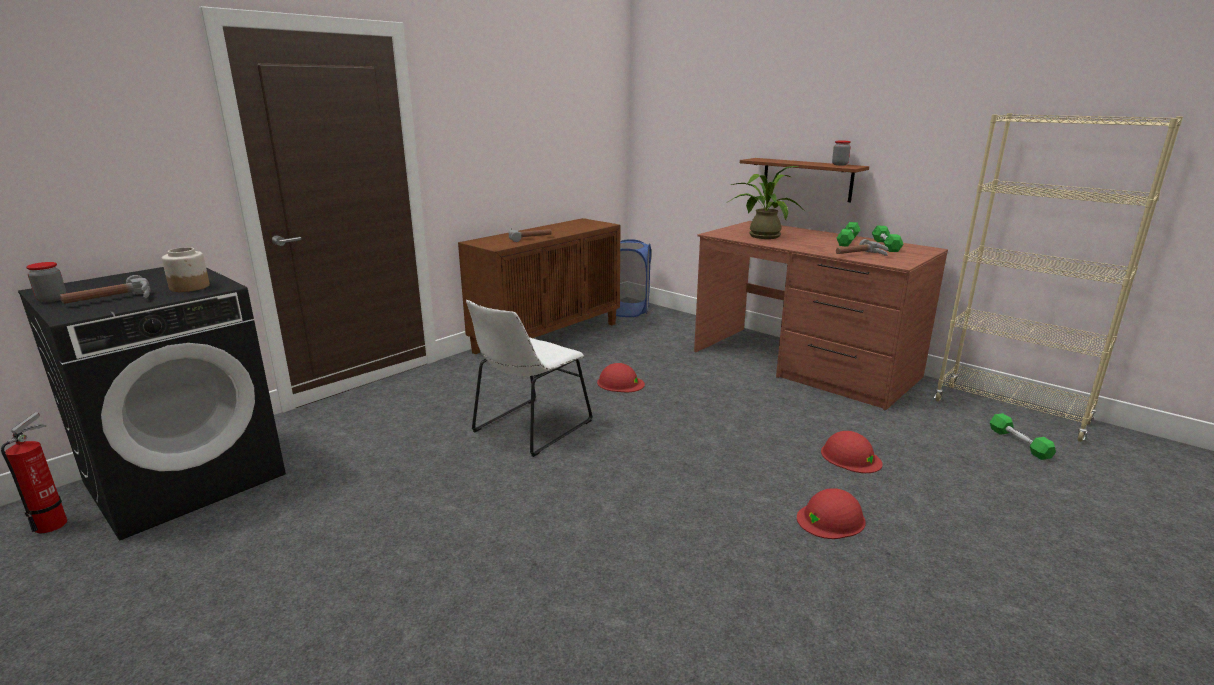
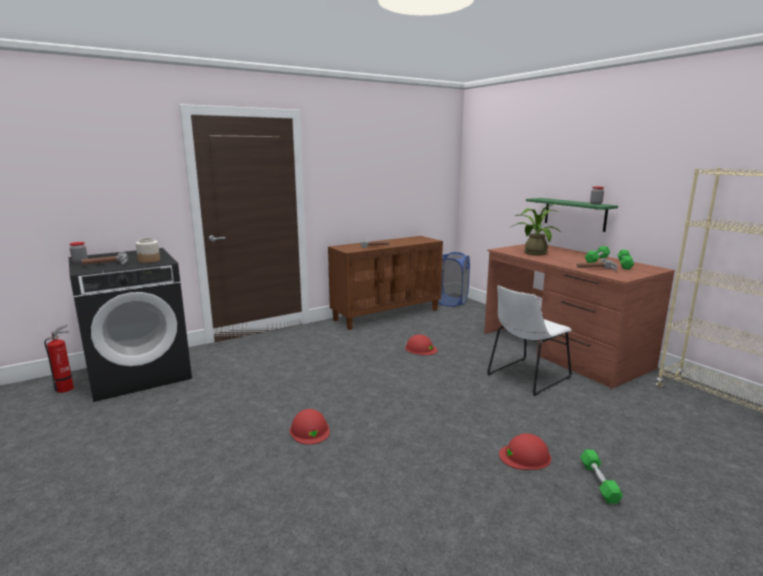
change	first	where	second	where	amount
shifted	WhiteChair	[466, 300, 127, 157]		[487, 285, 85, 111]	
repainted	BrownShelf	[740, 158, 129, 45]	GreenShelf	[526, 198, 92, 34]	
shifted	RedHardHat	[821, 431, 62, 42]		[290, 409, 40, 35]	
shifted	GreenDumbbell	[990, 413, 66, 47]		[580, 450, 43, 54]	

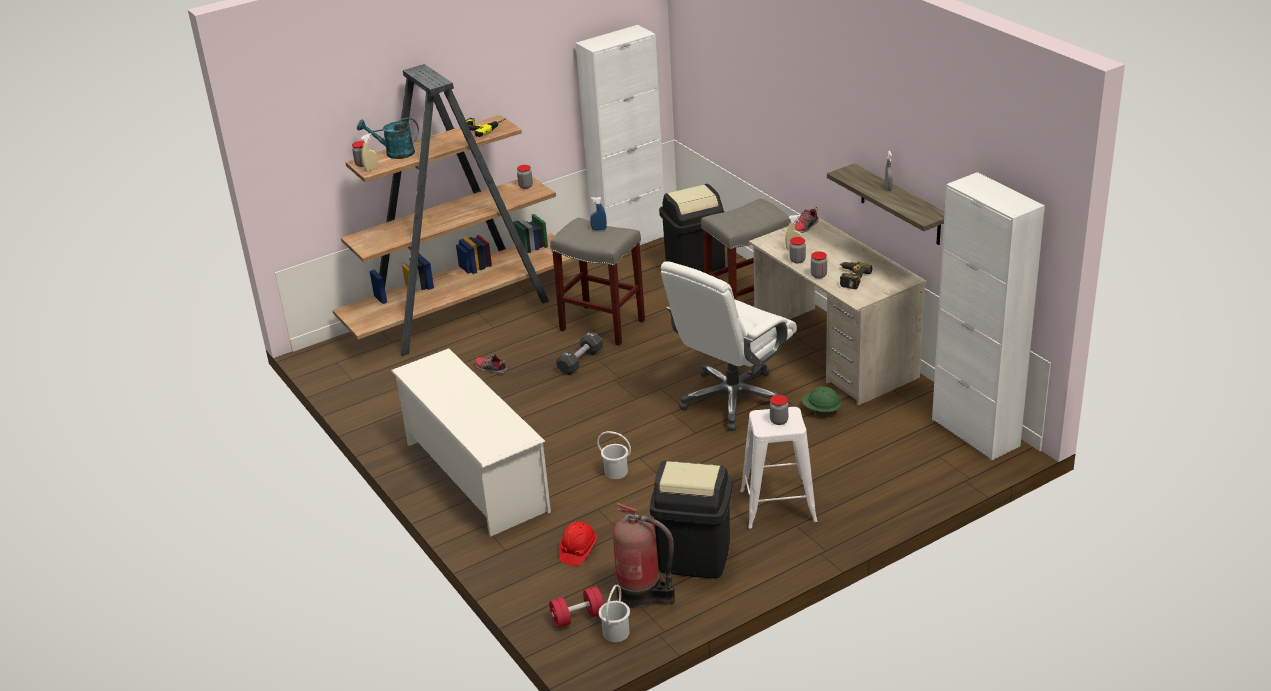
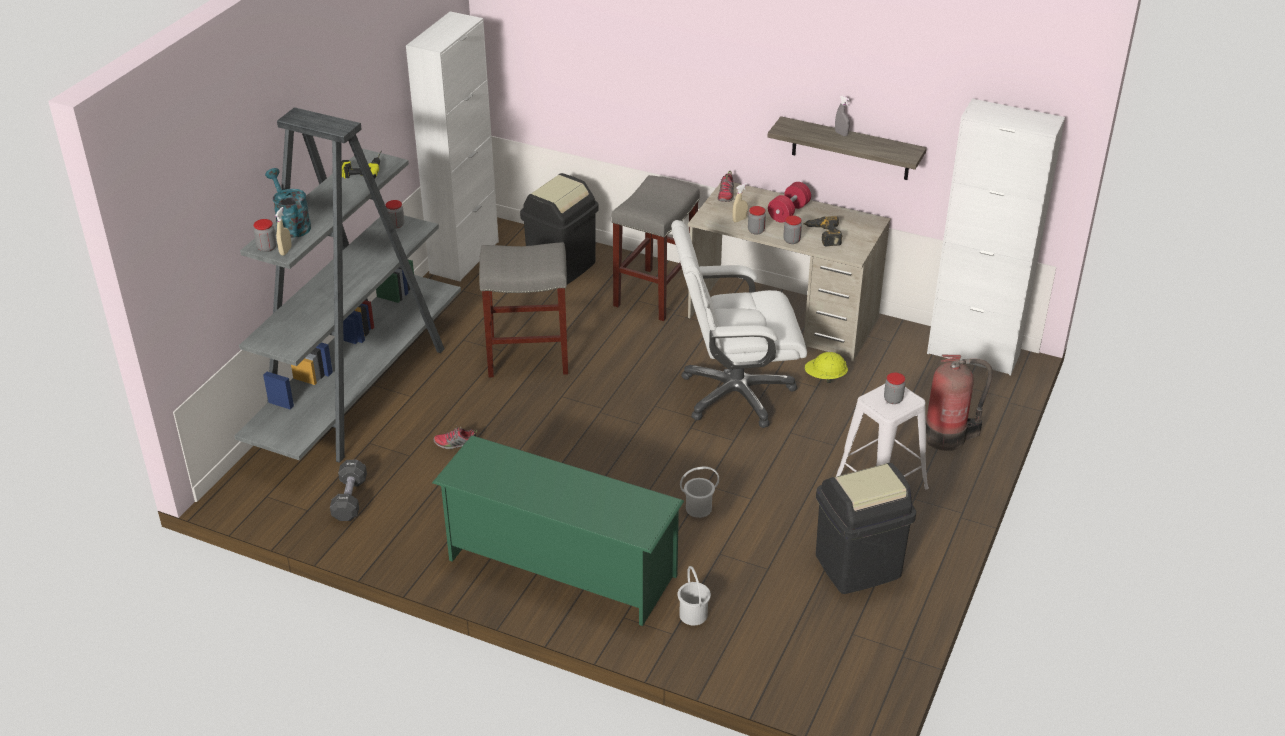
change	first	where	second	where	amount
repainted	BrownBookcase	[332, 64, 243, 292]	GreyBookcase	[234, 107, 227, 356]	
rotated	TurquoiseWateringCan	[357, 117, 62, 42]		[265, 168, 46, 70]	90 degrees clockwise
repainted	WhiteShoeRack	[391, 348, 160, 189]	GreenShoeRack	[432, 435, 252, 191]	
shifted	RedDumbbell	[549, 586, 55, 42]		[768, 182, 43, 41]	
shifted	BlackDumbbell	[556, 331, 47, 44]		[330, 460, 37, 61]	
gone	RedHardHat	[559, 521, 38, 45]			
gone	BlueSprayBottle	[590, 197, 17, 33]			
shifted	WhiteBucket	[599, 585, 31, 57]		[678, 566, 33, 59]	
shifted	FireExtinguisher	[613, 503, 62, 105]		[926, 355, 67, 96]	
rotated	WhiteOfficeChair	[661, 261, 136, 170]		[671, 220, 136, 208]	75 degrees clockwise
repainted	GreenHardHat	[802, 386, 40, 29]	YellowHardHat	[805, 352, 43, 31]	

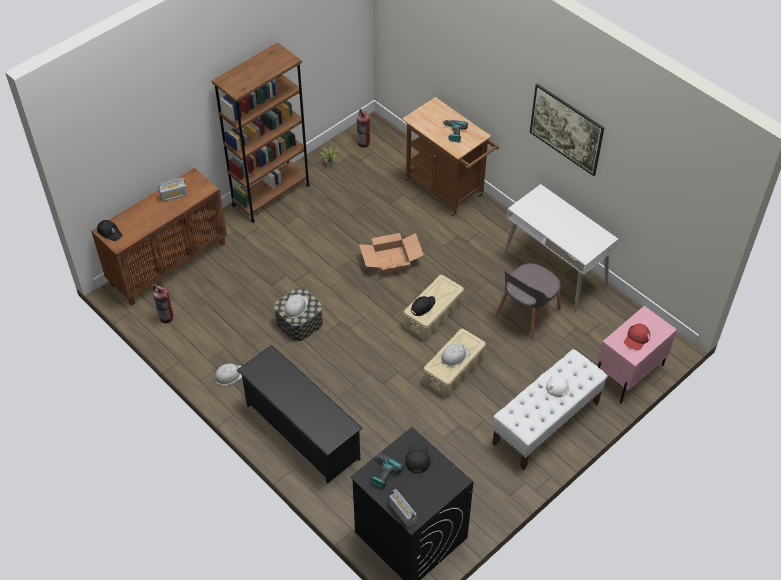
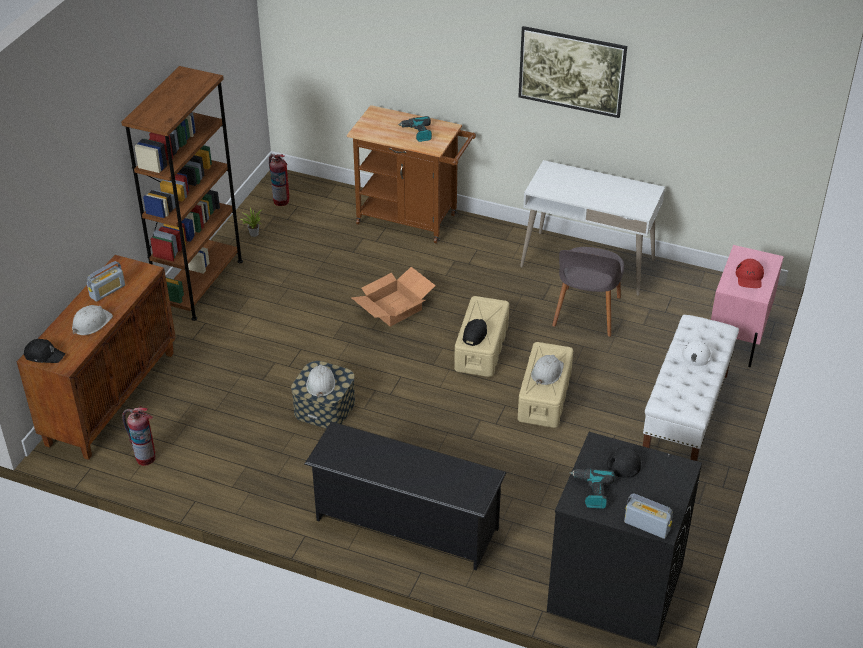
change	first	where	second	where	amount
shifted	WhiteHardHat	[213, 364, 29, 21]		[72, 305, 41, 30]	

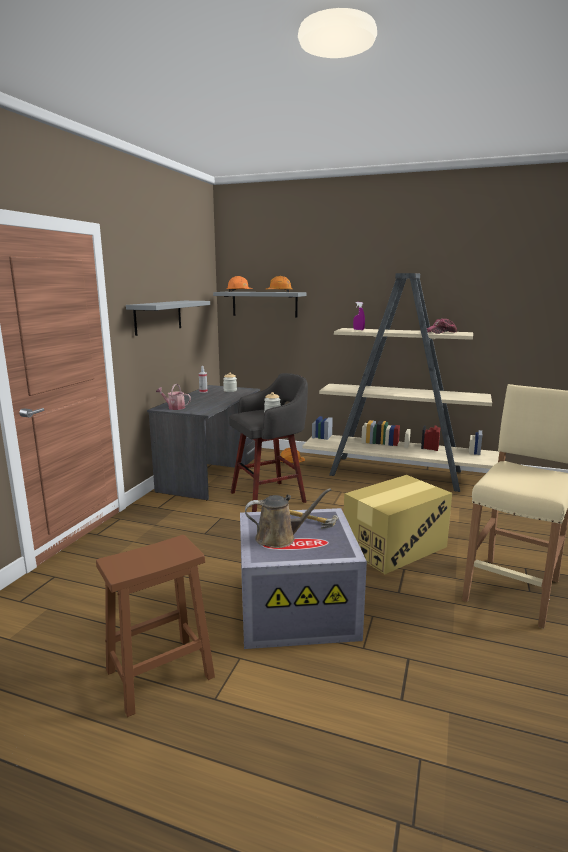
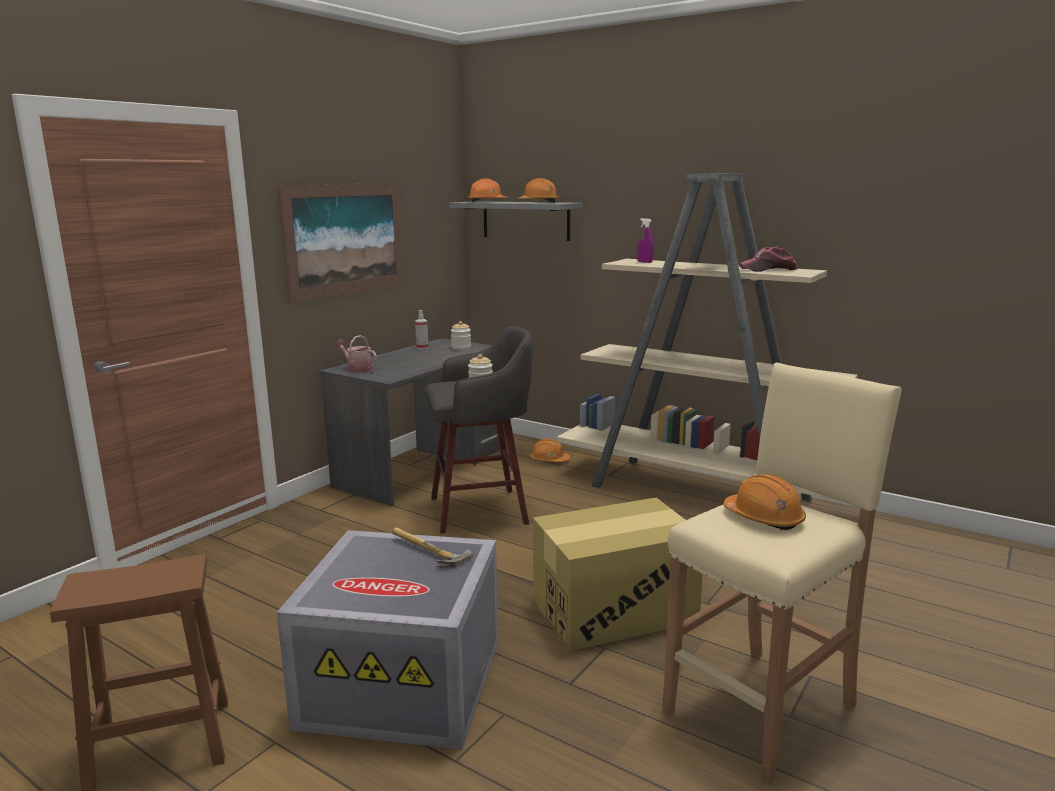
change	first	where	second	where	amount
swapped	GreyShelf	[126, 301, 84, 35]	Picture	[277, 183, 128, 120]	
gone	BrownWateringCan	[245, 488, 86, 60]			
new			OrangeHardHat	[723, 474, 83, 56]	

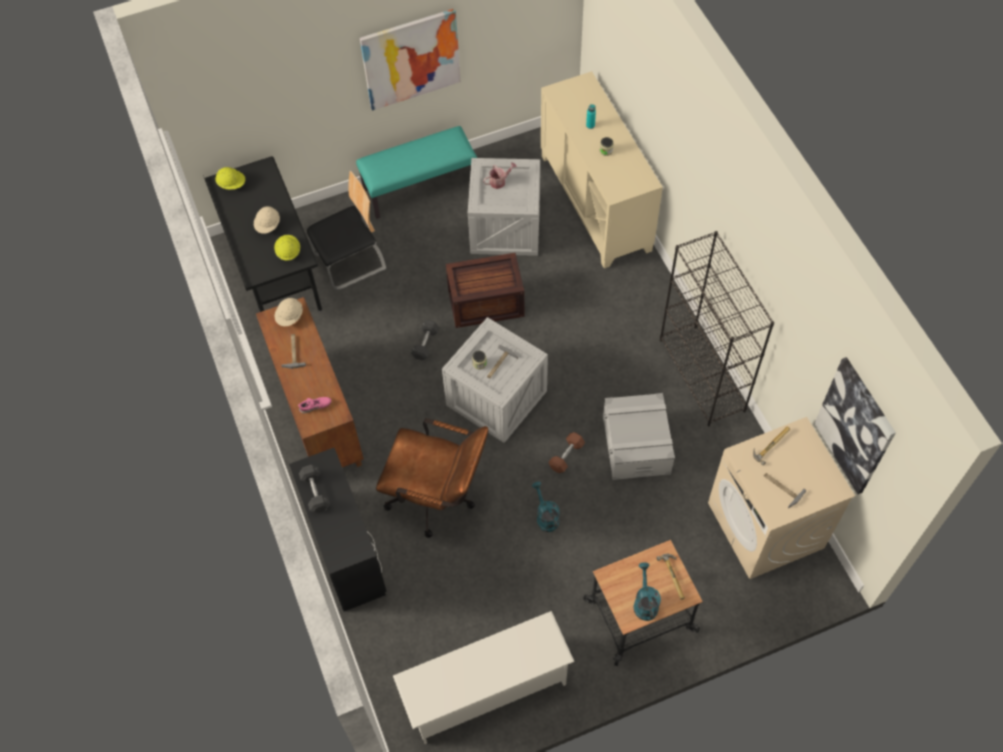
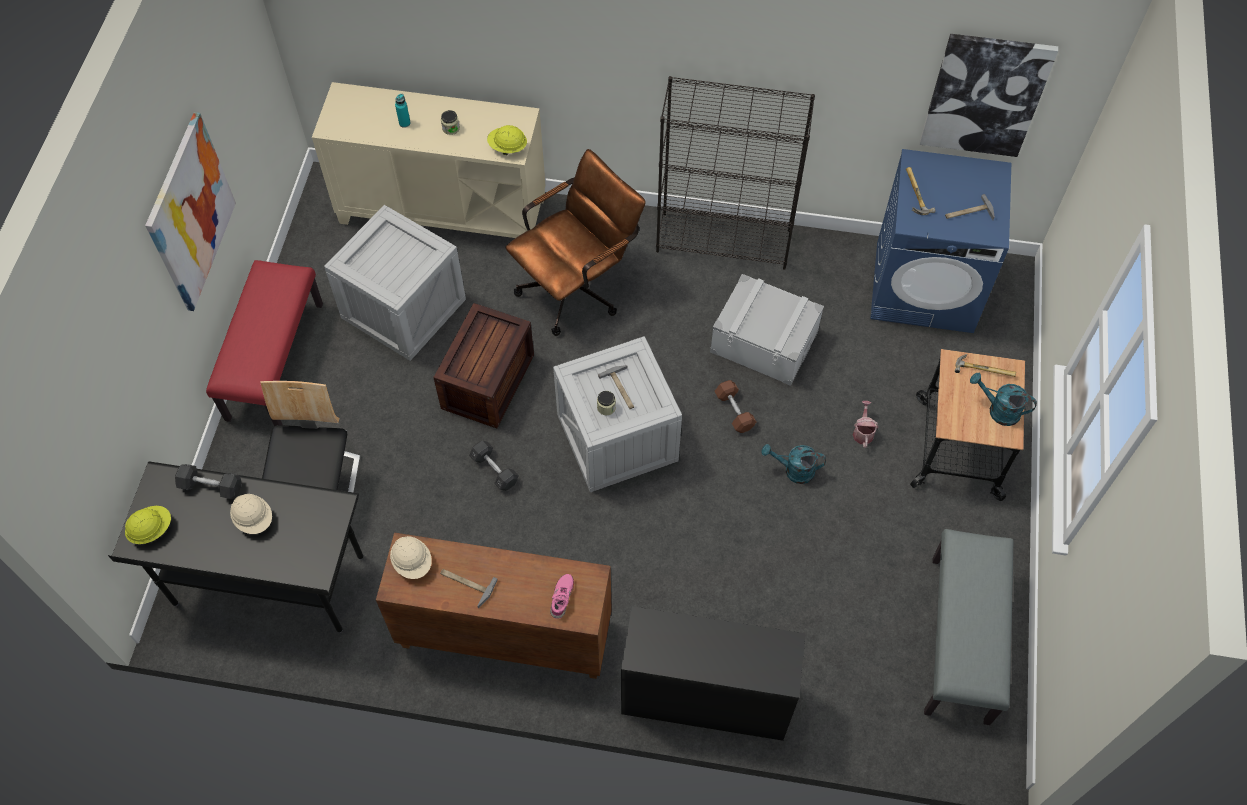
change	first	where	second	where	amount
shifted	YellowHardHat	[274, 235, 26, 26]		[487, 125, 40, 30]	
shifted	GreyDumbbell	[299, 465, 31, 48]		[175, 464, 66, 35]	
repainted	TurquoiseBench	[356, 126, 121, 93]	RedBench	[206, 260, 117, 166]	
shifted	BrownOfficeChair	[376, 418, 112, 120]		[505, 149, 141, 187]	
swapped	WhiteShoeRack	[393, 611, 182, 133]	GreyBench	[924, 529, 89, 196]	
shifted	WateringCan	[483, 162, 34, 27]		[853, 401, 25, 47]	
repainted	BeigeWashingMachine	[708, 417, 147, 162]	BlueWashingMachine	[870, 149, 141, 184]	

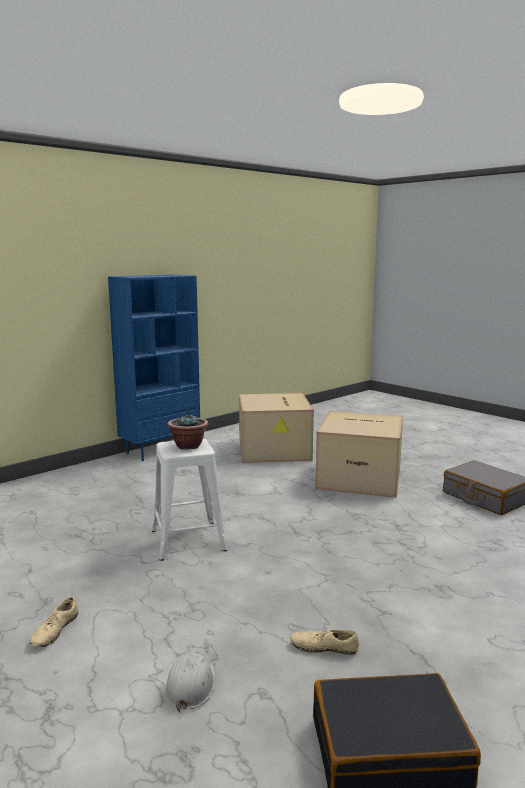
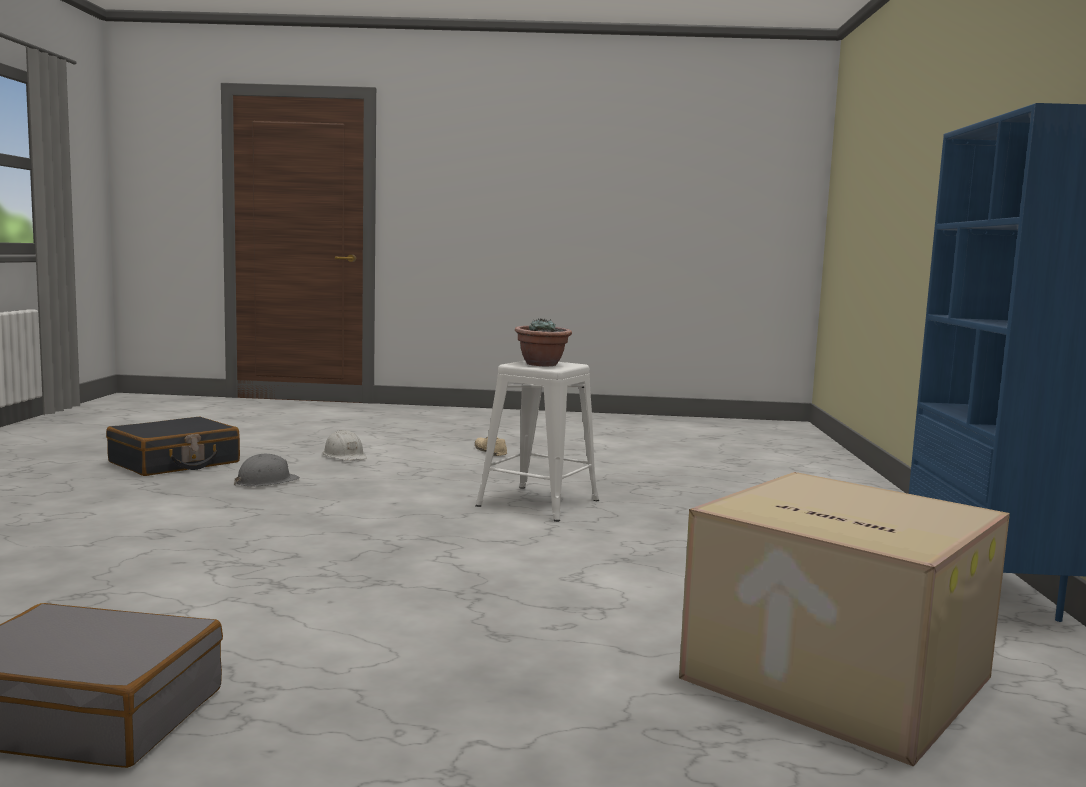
change	first	where	second	where	amount
swapped	BeigeShoe	[290, 629, 69, 26]	GreyHardHat	[234, 454, 66, 32]	
gone	CardboardBox	[315, 411, 88, 87]			

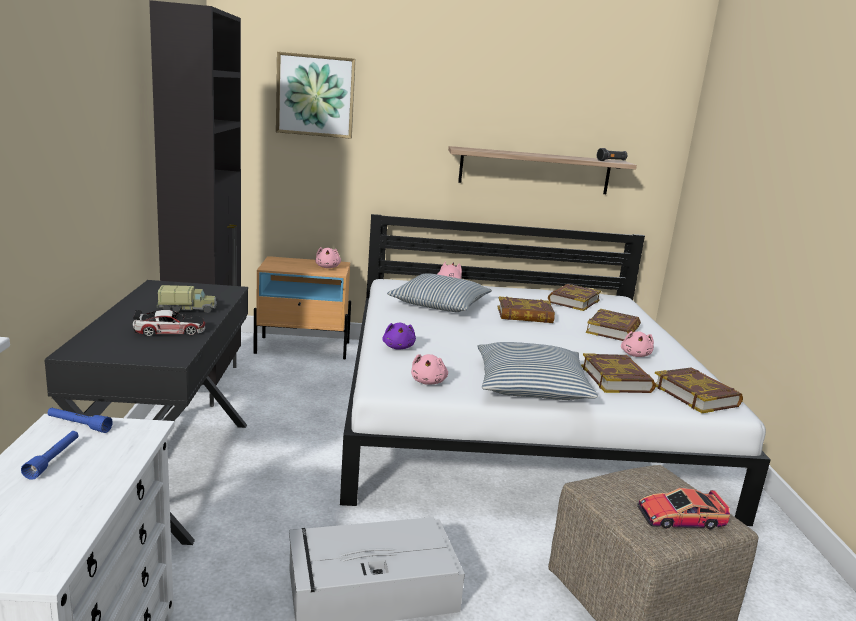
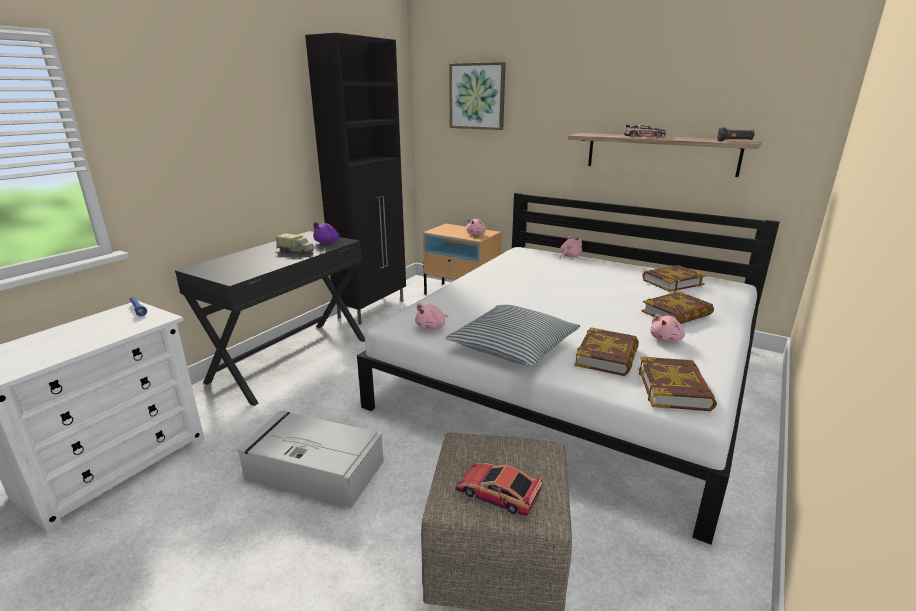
change	first	where	second	where	amount
gone	BlueFlashlight	[21, 431, 58, 49]			
shifted	ToyCar	[133, 310, 73, 26]		[624, 125, 43, 13]	
shifted	PurplePlushToy	[382, 323, 34, 27]		[313, 222, 27, 22]	
gone	Pillow	[387, 274, 105, 38]			
gone	Book	[498, 297, 57, 26]			

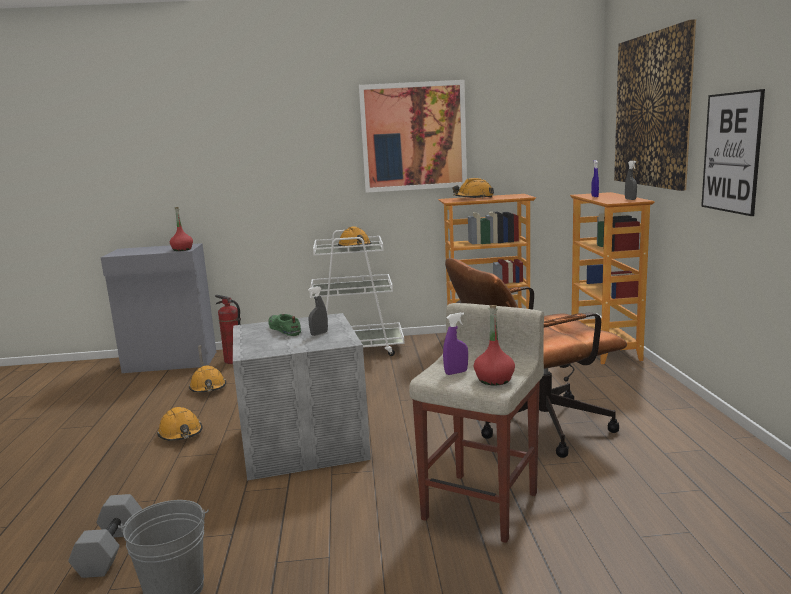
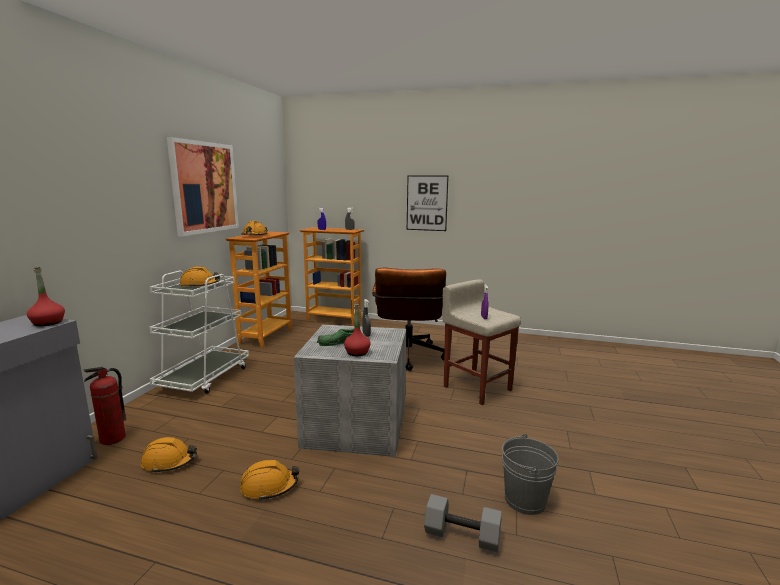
change	first	where	second	where	amount
shifted	RedBottle	[474, 305, 41, 81]		[344, 304, 27, 52]	
gone	Picture	[614, 19, 82, 172]			

